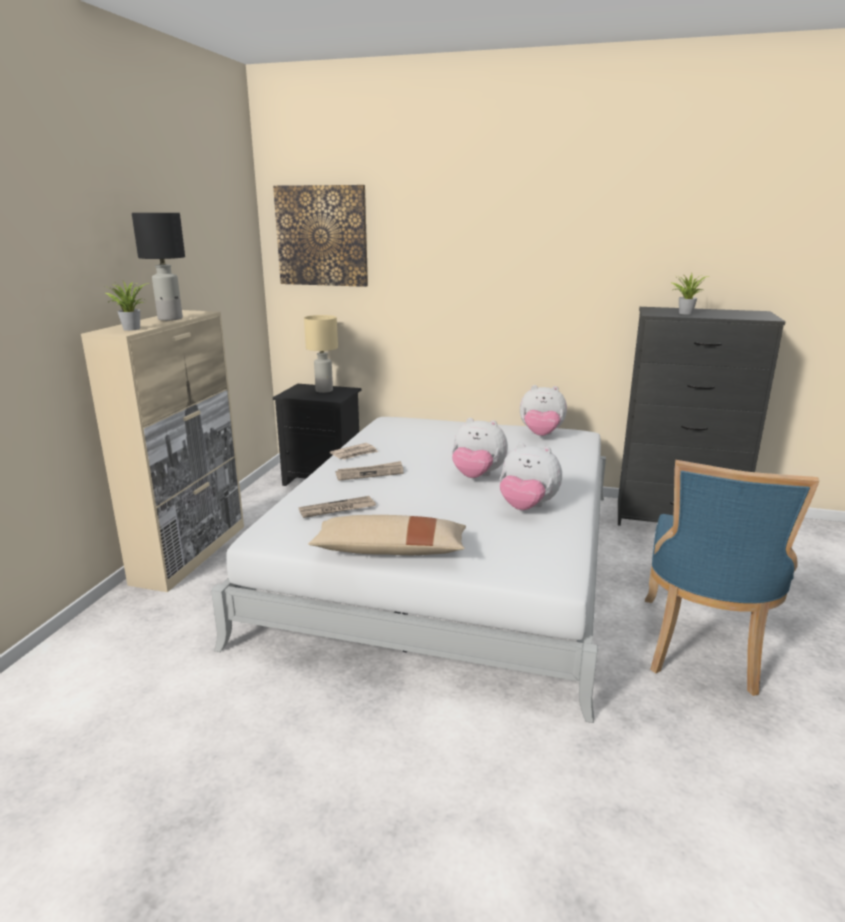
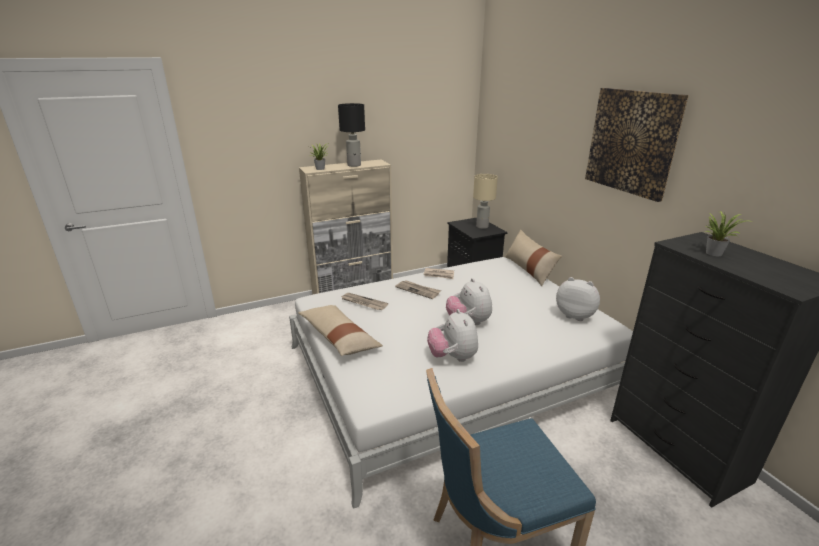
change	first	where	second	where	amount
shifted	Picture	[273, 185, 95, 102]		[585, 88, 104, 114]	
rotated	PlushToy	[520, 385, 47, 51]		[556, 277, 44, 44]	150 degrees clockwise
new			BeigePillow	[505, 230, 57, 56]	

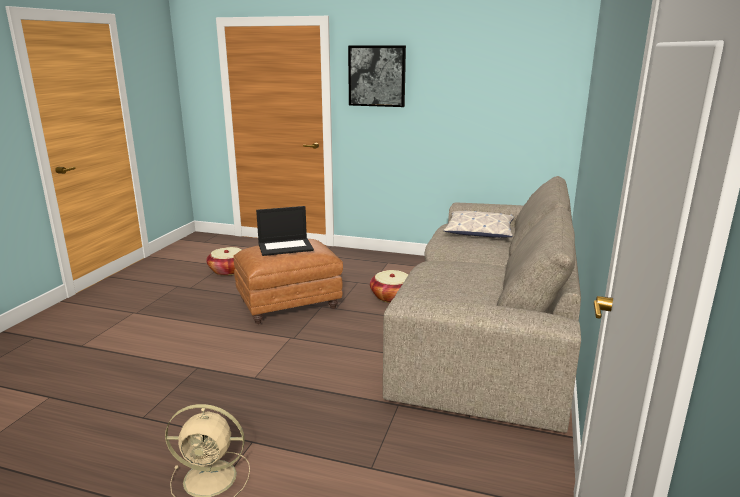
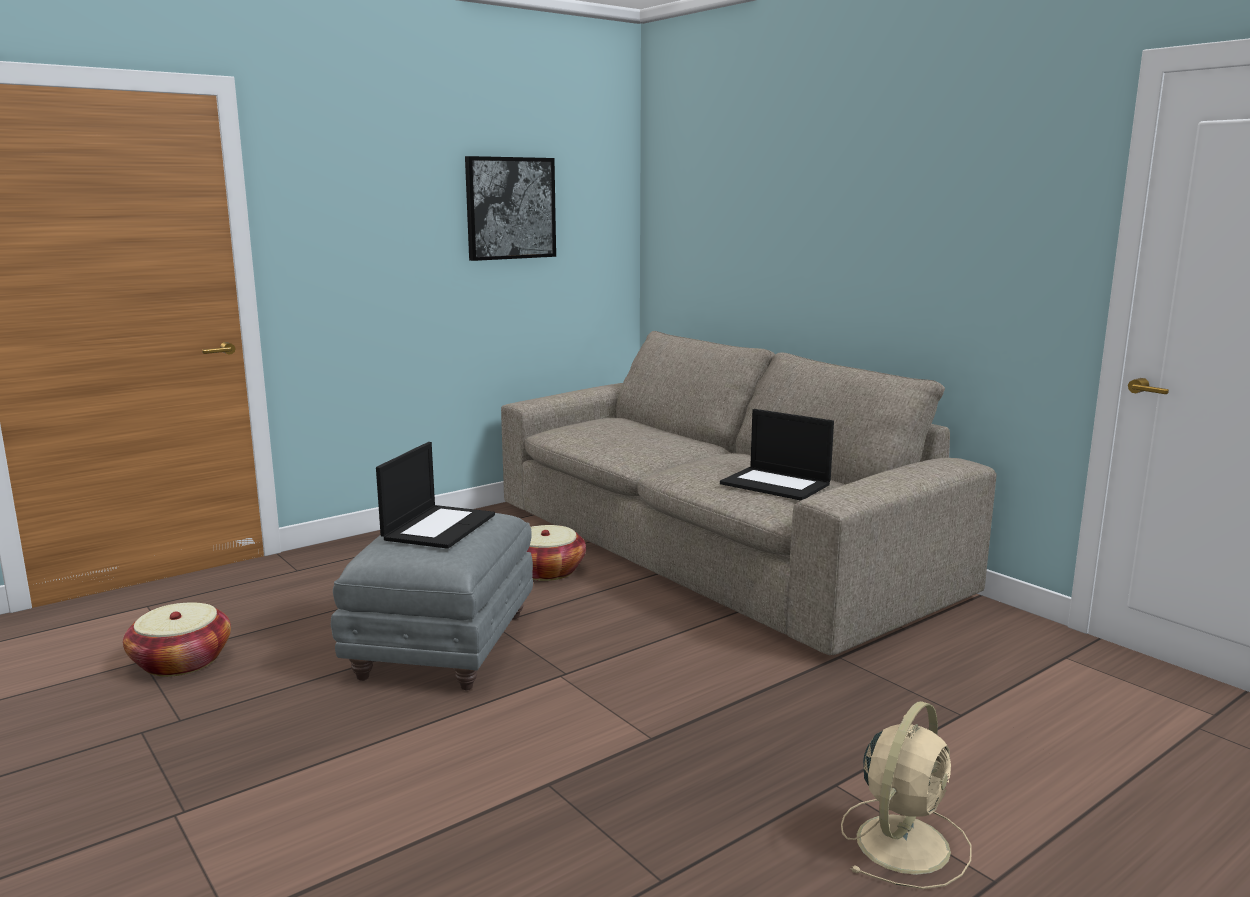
change	first	where	second	where	amount
repainted	BrownOttoman	[233, 239, 110, 85]	GreyOttoman	[331, 513, 202, 177]	
shifted	Picture	[348, 46, 58, 61]		[465, 156, 91, 105]	
gone	Pillow	[443, 211, 71, 27]			
new			Laptop	[720, 409, 114, 92]	

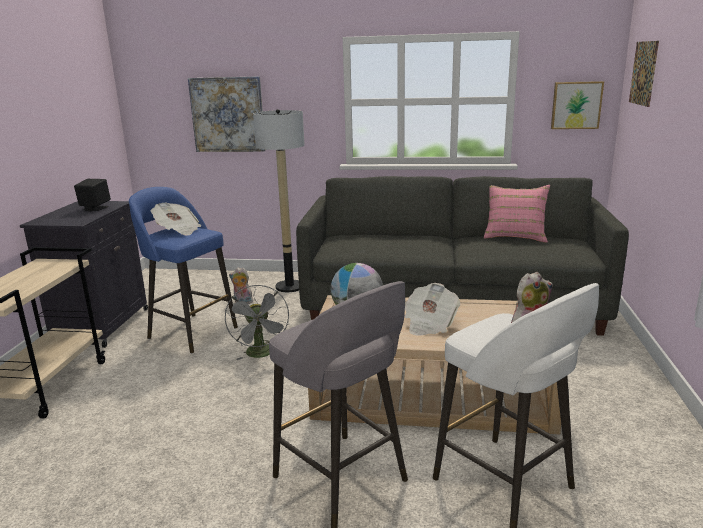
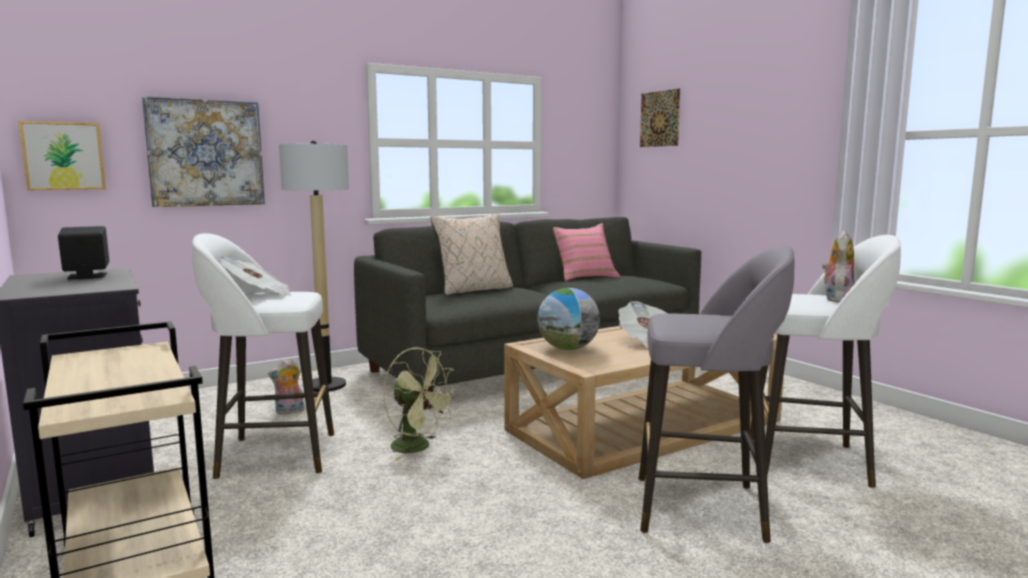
change	first	where	second	where	amount
repainted	BlueStool	[129, 187, 109, 167]	WhiteStool	[192, 233, 142, 247]	
repainted	GreyFan	[225, 285, 64, 75]	GreenFan	[383, 347, 74, 114]	
shifted	Picture	[551, 81, 53, 48]		[19, 121, 87, 69]	
new			BeigePillow	[430, 213, 83, 83]	

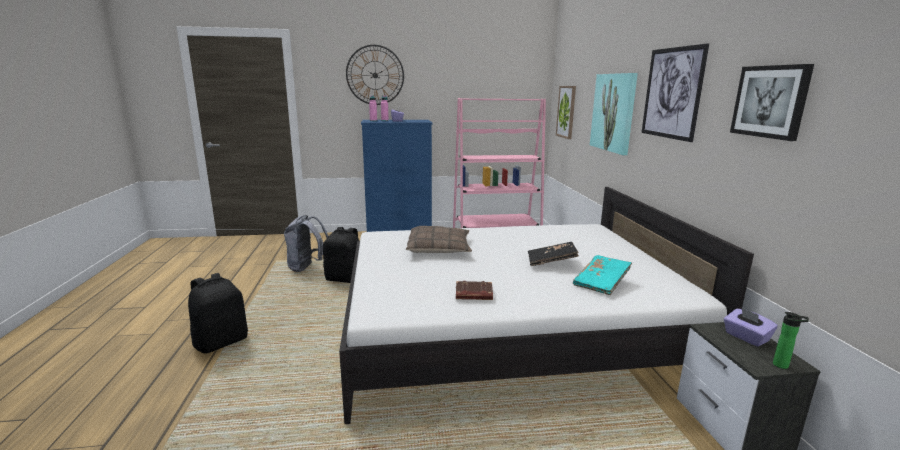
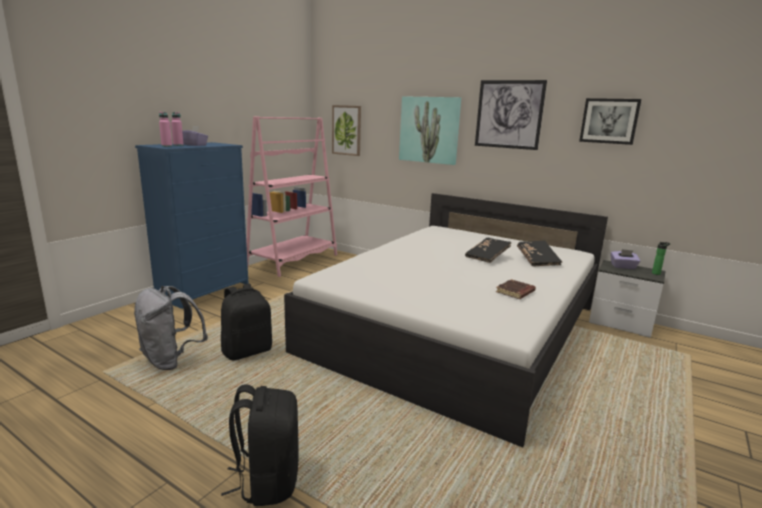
change	first	where	second	where	amount
gone	WallClock	[346, 45, 58, 60]			
gone	Pillow	[406, 226, 66, 27]			
repainted	TurquoiseBook	[573, 255, 59, 40]	BlackBook	[517, 241, 45, 26]	

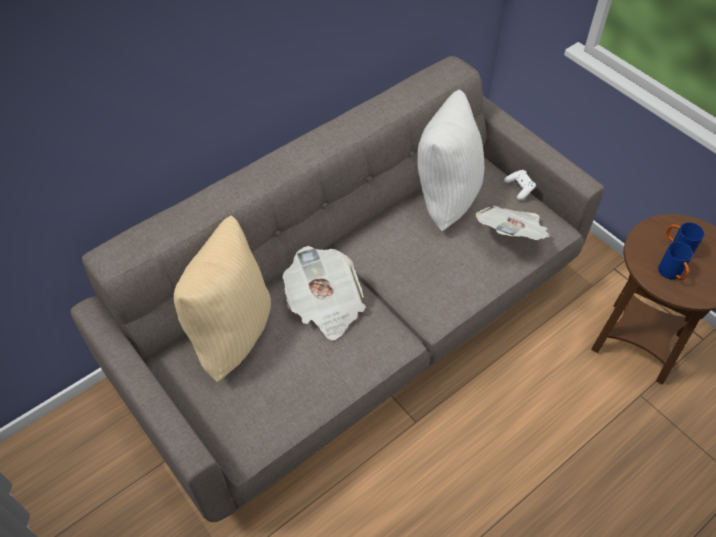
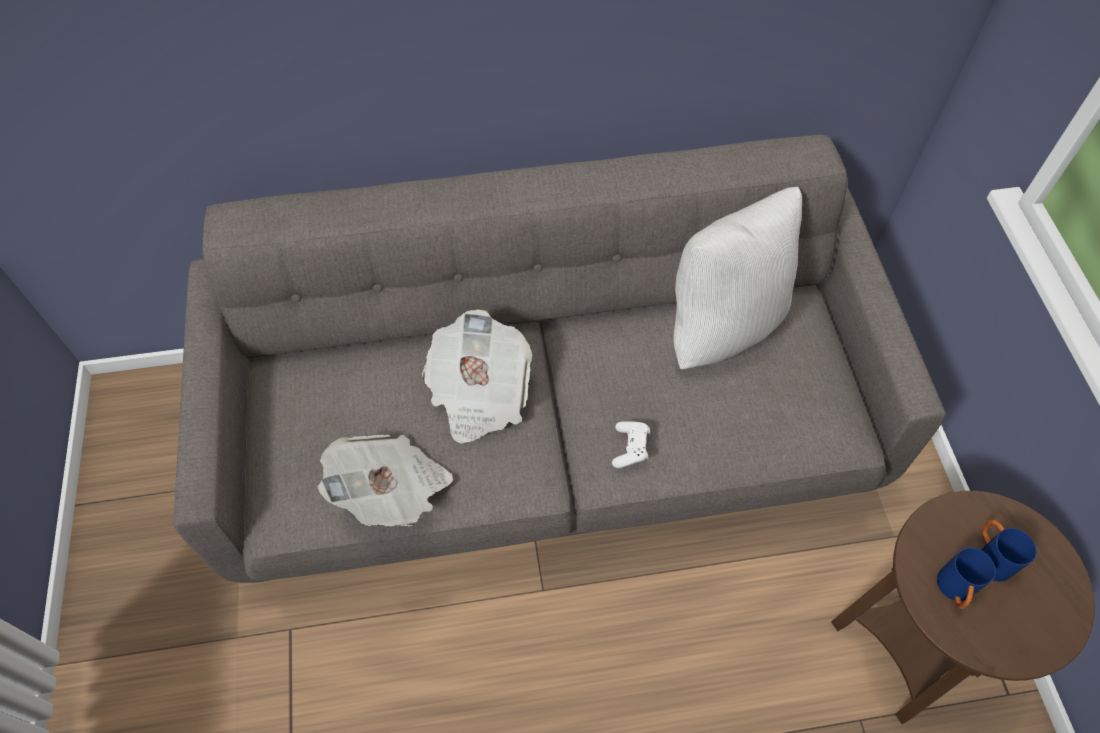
change	first	where	second	where	amount
gone	BeigePillow	[174, 215, 97, 167]			
shifted	Newspaper	[476, 206, 74, 34]		[317, 435, 136, 92]	
shifted	WhiteGameController	[504, 170, 32, 30]		[612, 421, 38, 47]	

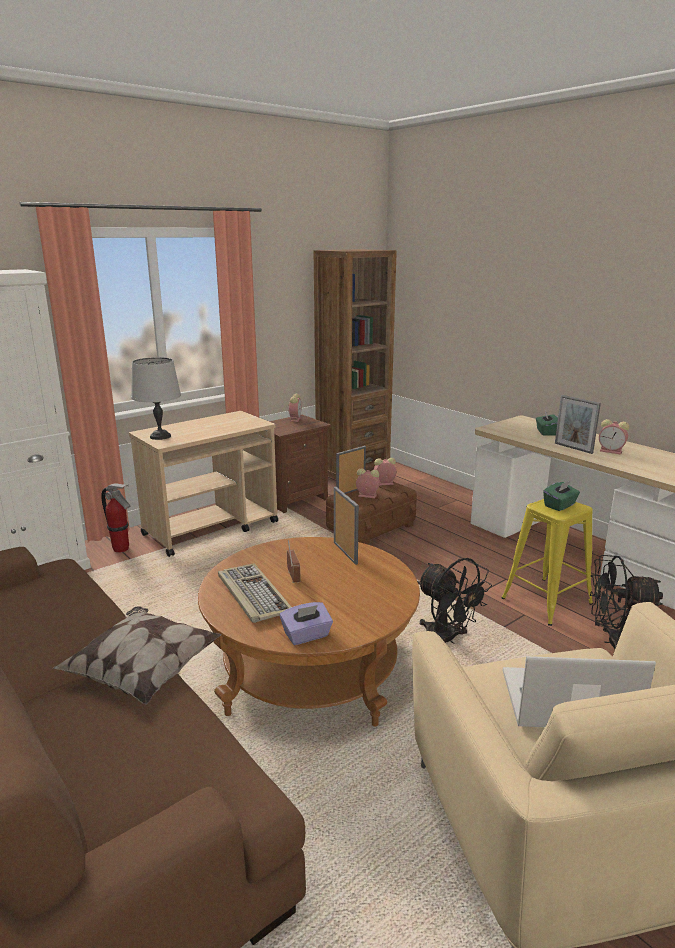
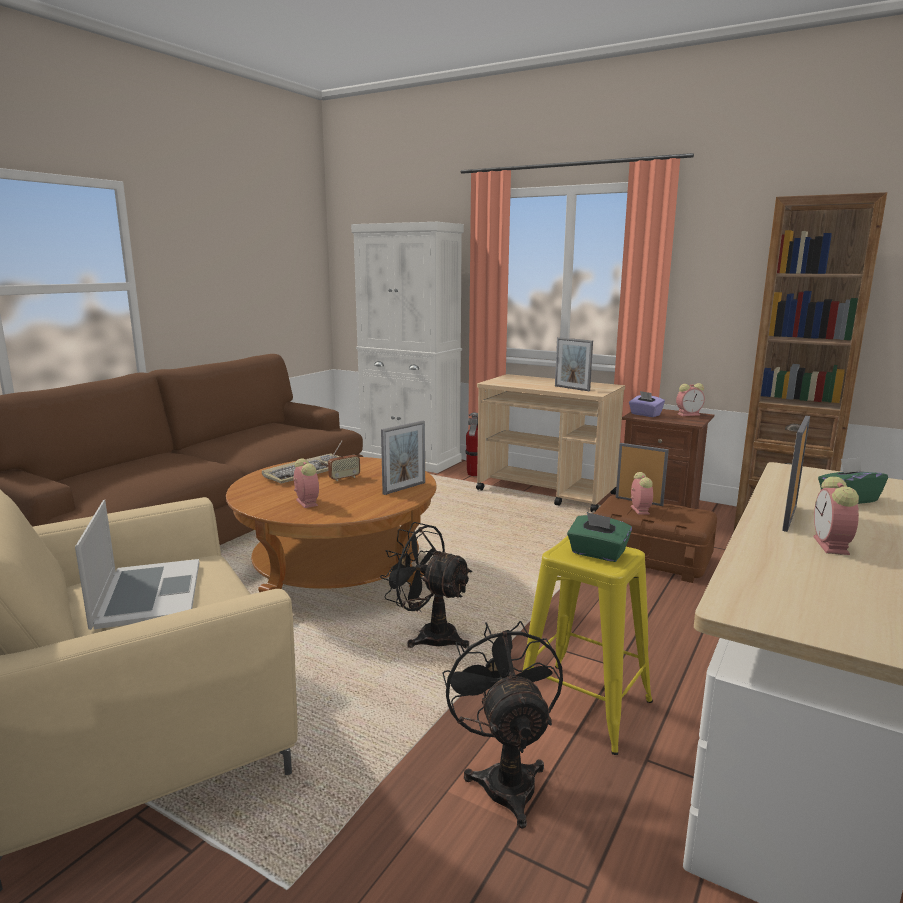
change	first	where	second	where	amount
gone	Pillow	[53, 606, 168, 99]			
gone	GreyTableLamp	[131, 357, 50, 83]			
shifted	PurpleTissueBox	[280, 602, 53, 43]		[629, 391, 36, 26]	
shifted	AlarmClock	[374, 458, 22, 28]		[293, 458, 26, 50]	
rotated	BlackFan	[417, 558, 75, 86]		[380, 522, 92, 126]	90 degrees clockwise
new			PictureFrame	[555, 337, 38, 54]	

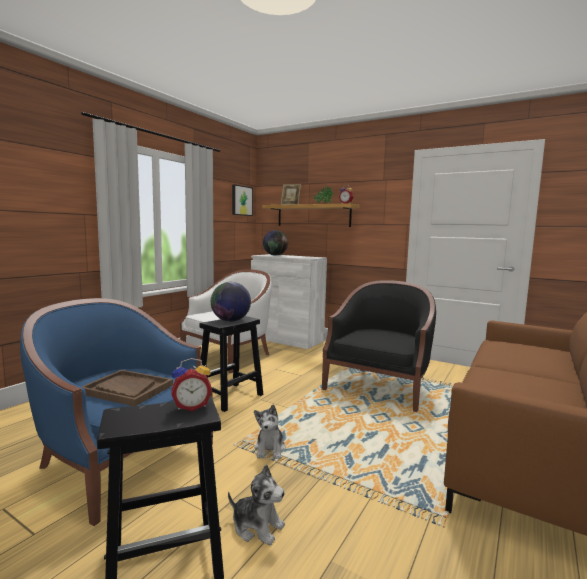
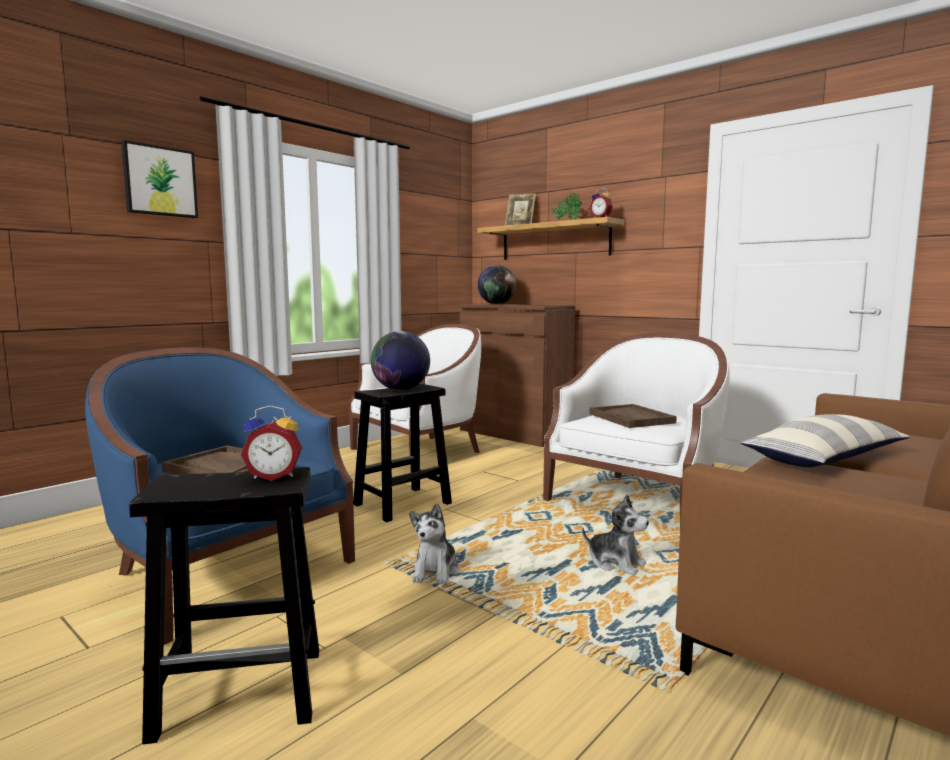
change	first	where	second	where	amount
shifted	PlushToy	[228, 465, 57, 80]		[582, 494, 67, 81]	
shifted	Picture	[232, 184, 21, 32]		[121, 140, 77, 78]	
repainted	WhiteCabinet	[251, 254, 76, 95]	BrownCabinet	[460, 304, 115, 143]	
repainted	BlackArmchair	[322, 280, 114, 132]	WhiteArmchair	[543, 333, 187, 190]	
new			BrownTray	[589, 404, 88, 24]	
new			Pillow	[740, 414, 170, 53]	

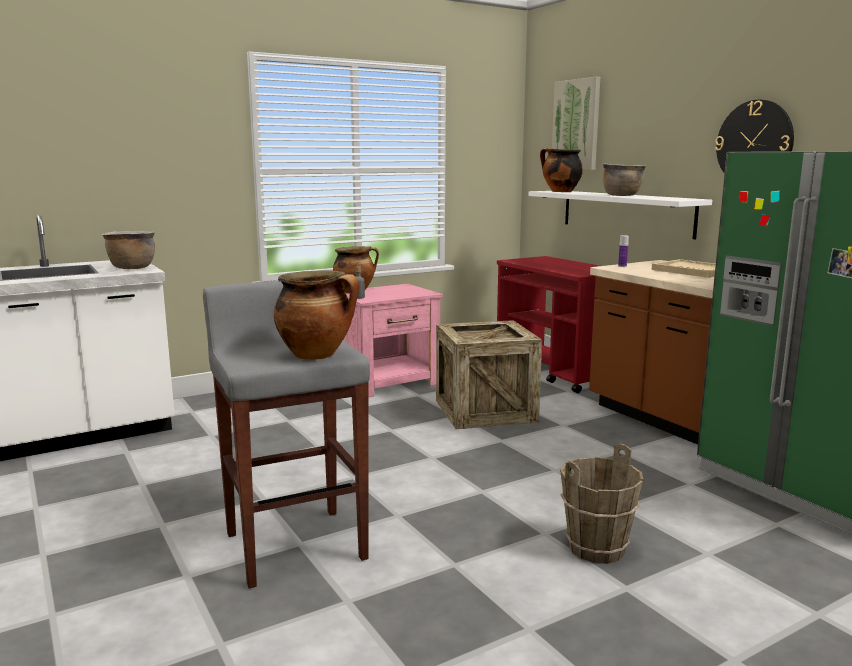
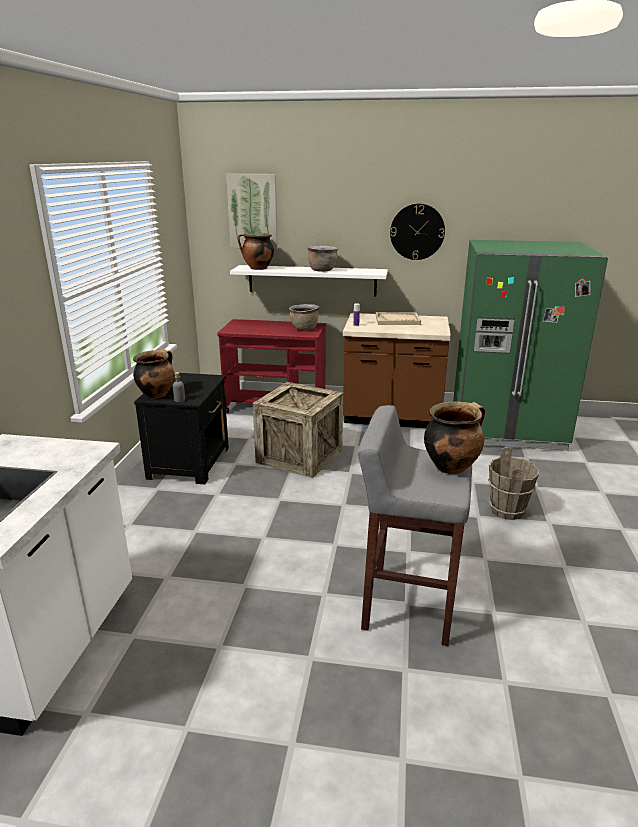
change	first	where	second	where	amount
shifted	BrownCookingPot	[102, 231, 53, 38]		[289, 304, 30, 26]	
repainted	PinkNightstand	[344, 284, 99, 114]	BlackNightstand	[134, 372, 95, 112]	

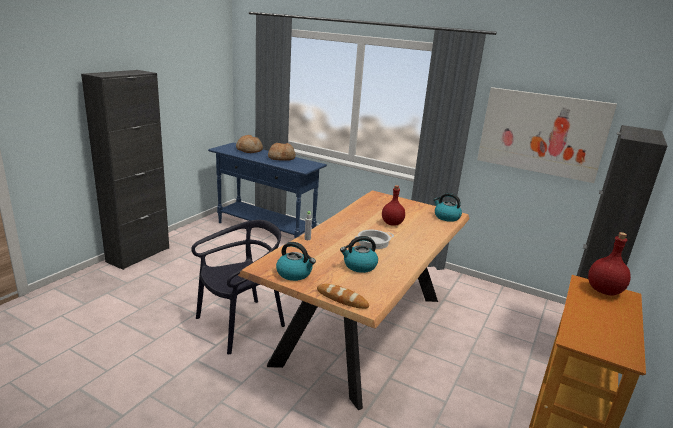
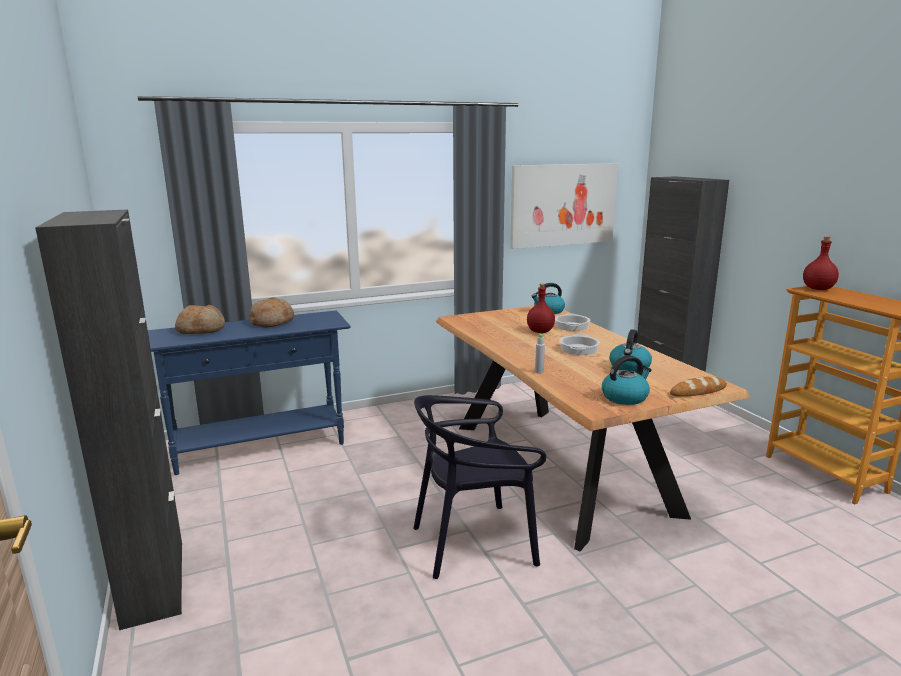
change	first	where	second	where	amount
rotated	BlackChair	[191, 220, 94, 135]		[413, 395, 133, 184]	105 degrees counterclockwise
new			CookingPot	[555, 313, 35, 18]	

